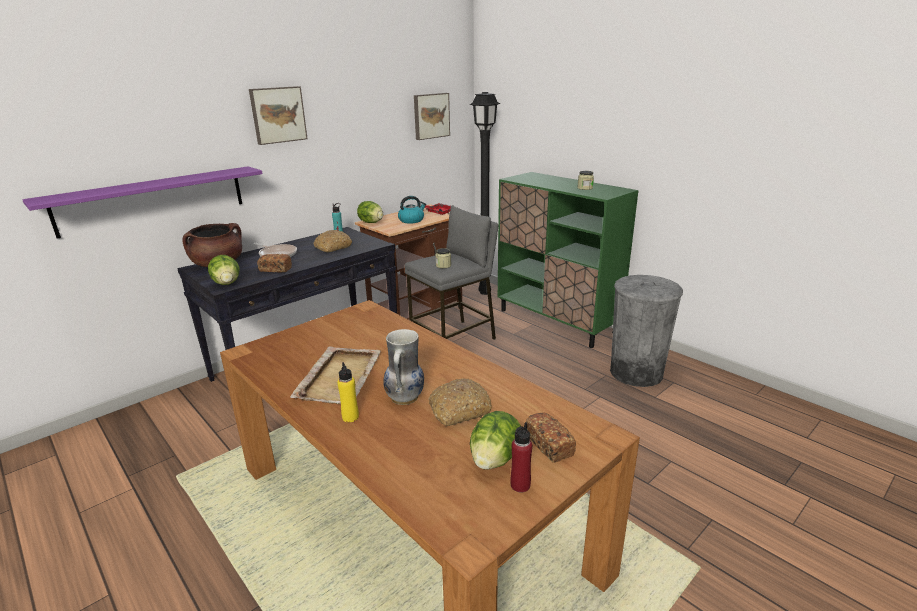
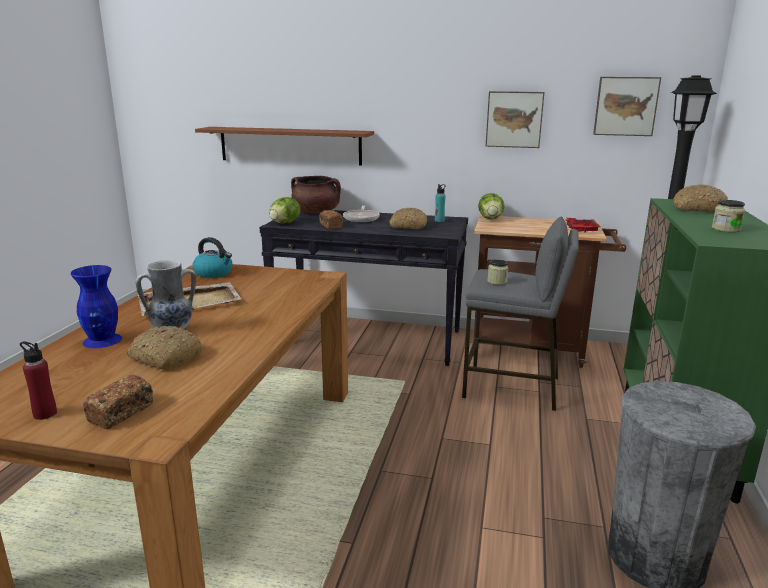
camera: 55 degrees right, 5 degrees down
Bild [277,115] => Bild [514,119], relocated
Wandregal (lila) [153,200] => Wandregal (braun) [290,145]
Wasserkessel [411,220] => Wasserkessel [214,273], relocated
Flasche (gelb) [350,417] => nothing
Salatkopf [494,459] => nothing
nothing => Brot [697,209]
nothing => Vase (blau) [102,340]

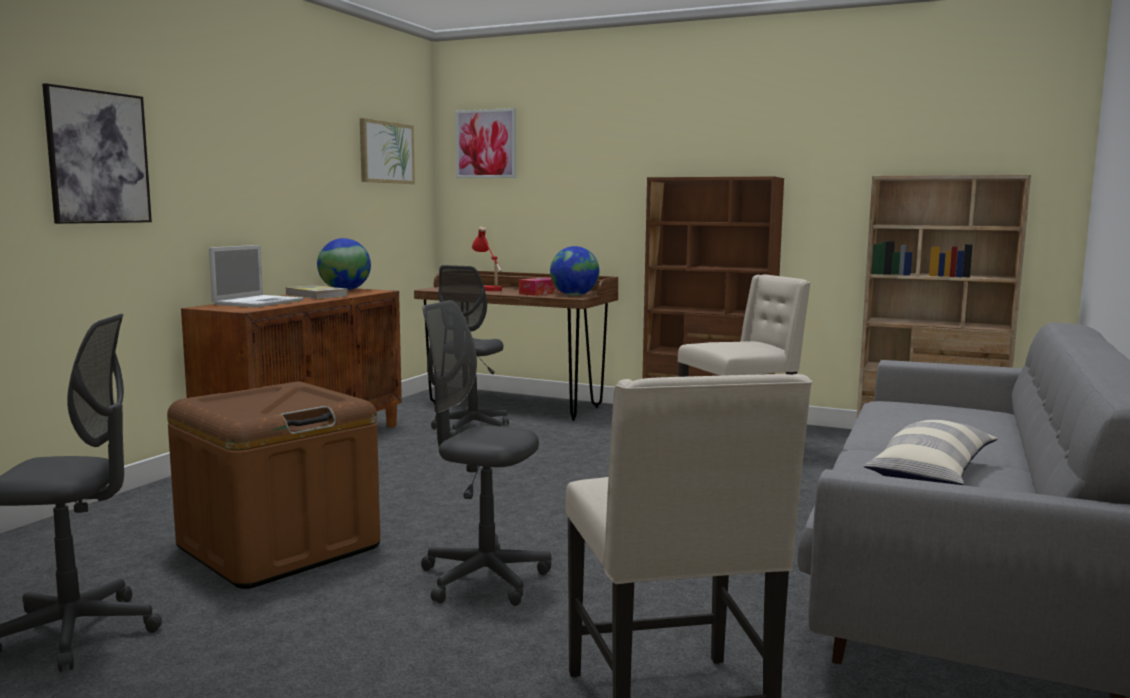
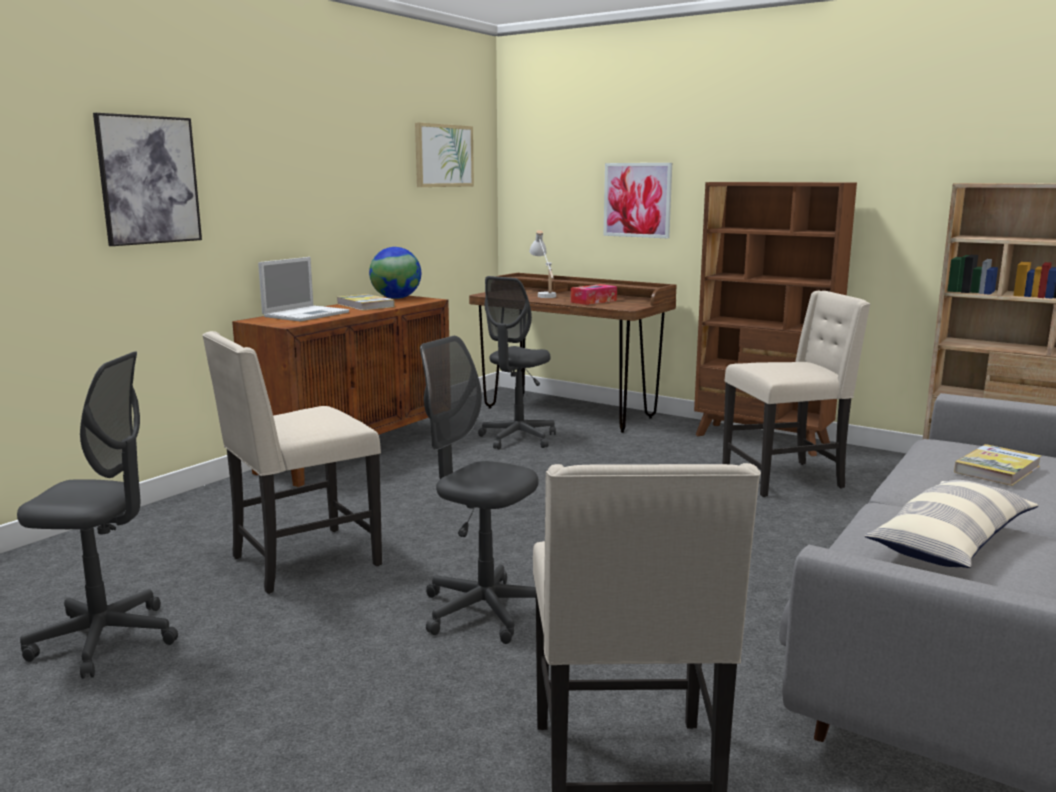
camera: 10 degrees right, 5 degrees up
Bild [486,144] => Bild [637,200], relocated
Tischlampe (rot) [489,289] => Tischlampe (weiß) [544,295]
Globus [574,295] => nothing
Aufbewahrungsbox (braun) [279,547] => Stuhl (beige) [302,561]
nothing => Buch [997,469]

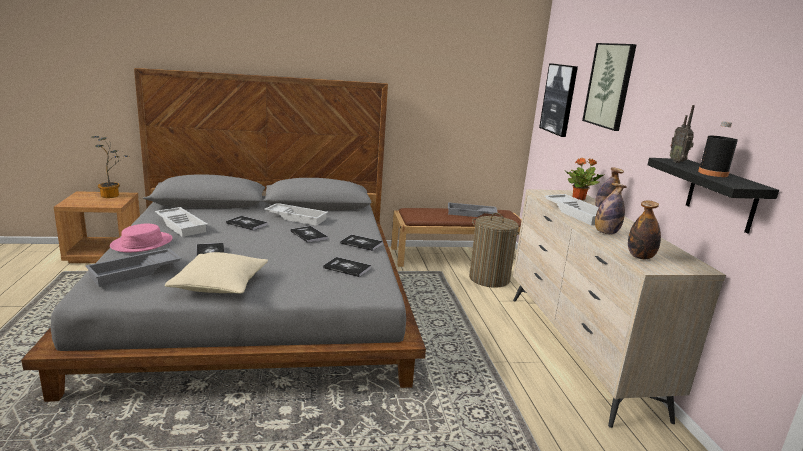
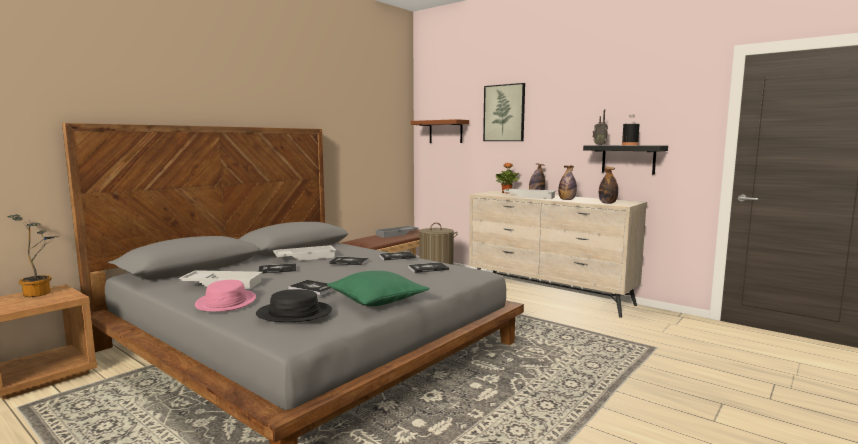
camera: 40 degrees left, 10 degrees down
Bild [559,99] => Wandregal (braun) [445,131]
Tablett (grau) [135,272] => Hut (schwarz) [294,313]
Kissen (beige) [220,285] => Kissen (grün) [377,300]

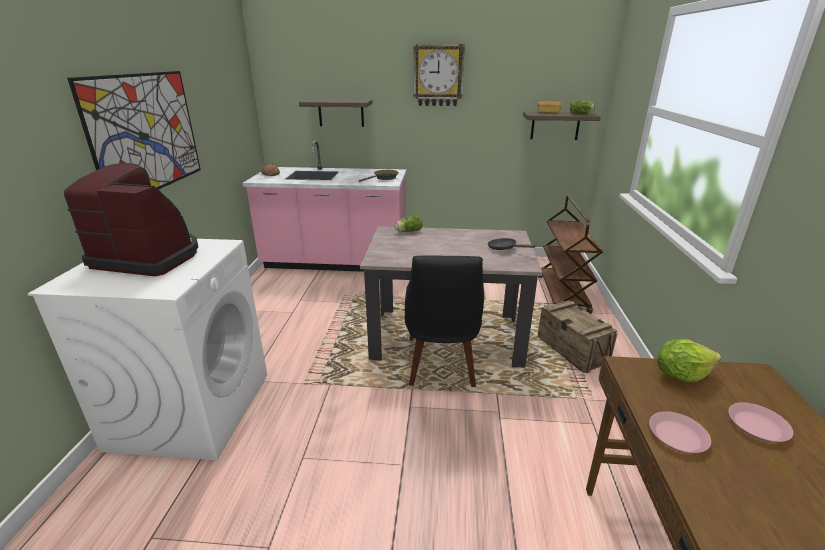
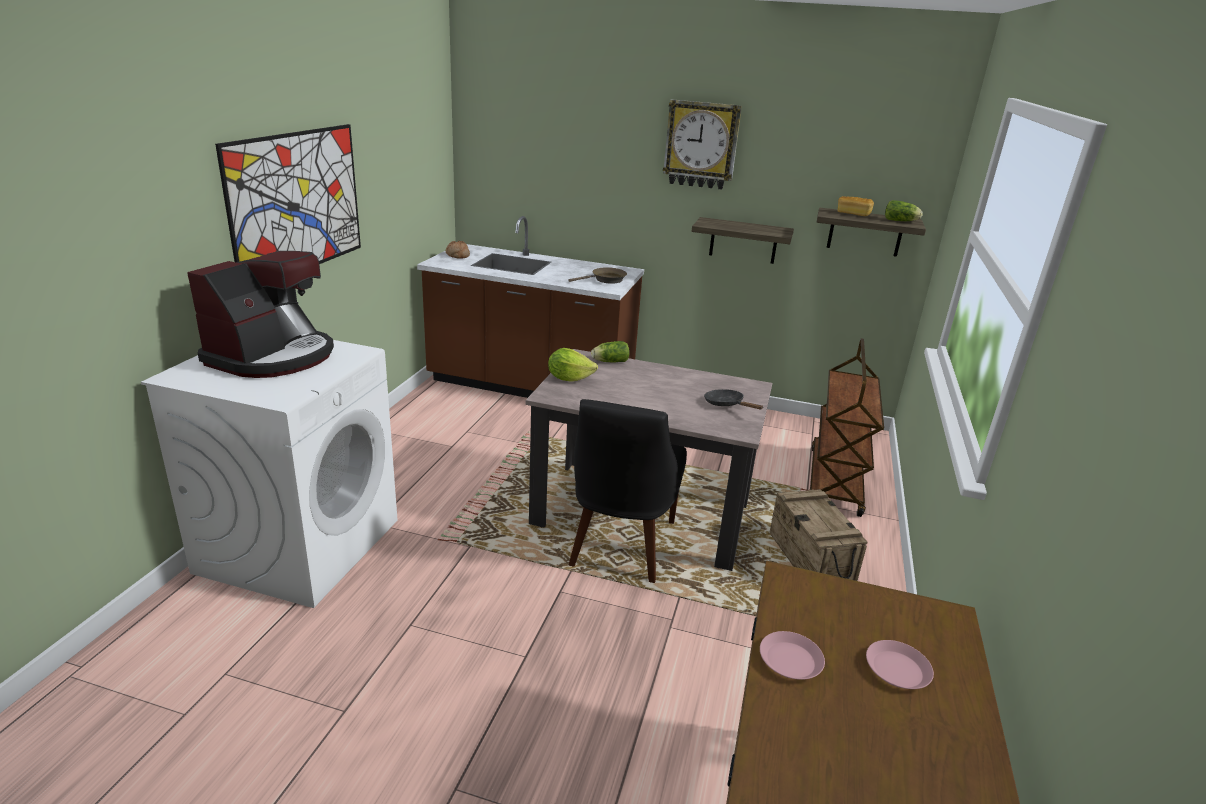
camera: 10 degrees right, 0 degrees up
Wandregal [341,113] => Wandregal [743,241], relocated
Küchenzeile (rosa) [336,262] => Küchenzeile (braun) [530,386]
Kaffeemaschine [149,257] => Kaffeemaschine [273,357], 90 degrees clockwise
Salatkopf [680,375] => Salatkopf [569,378], relocated

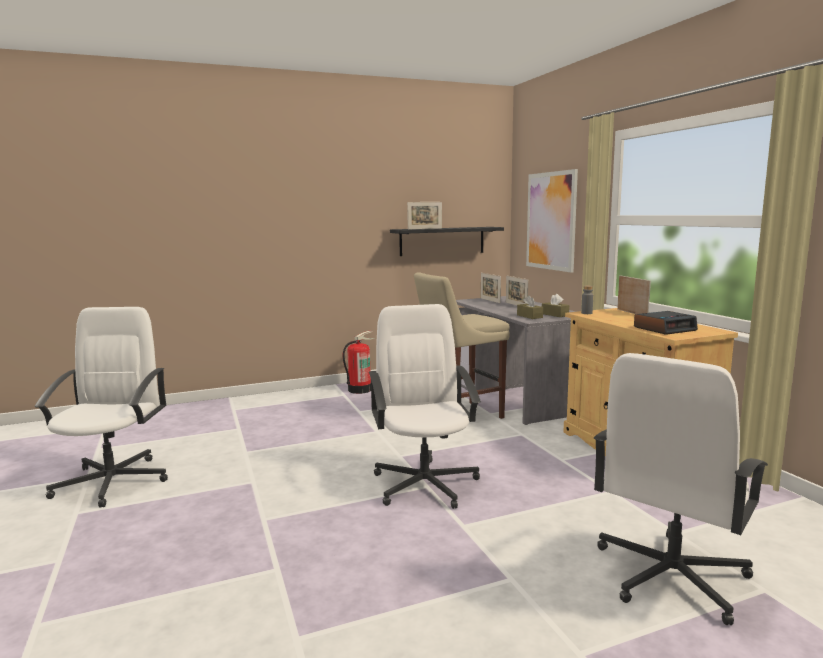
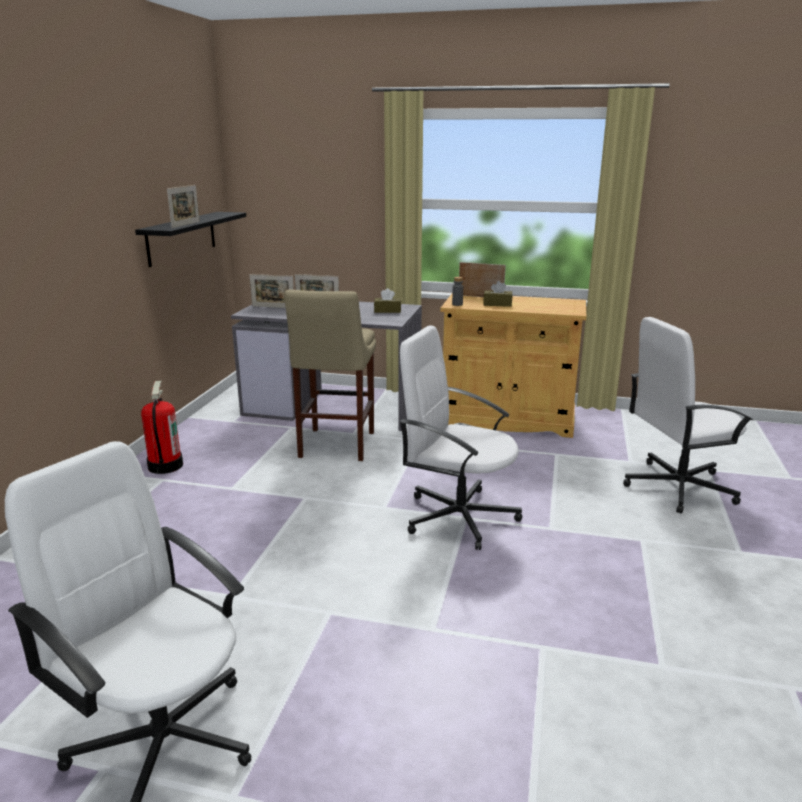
camera: 55 degrees left, 10 degrees up
Bild [551,221] => nothing
Taschentuchbox (braun) [529,316] => Taschentuchbox (braun) [497,304], relocated
Wecker [664,328] => nothing
Bürostuhl (weiß) [669,576] => Bürostuhl (weiß) [677,487], 90 degrees clockwise

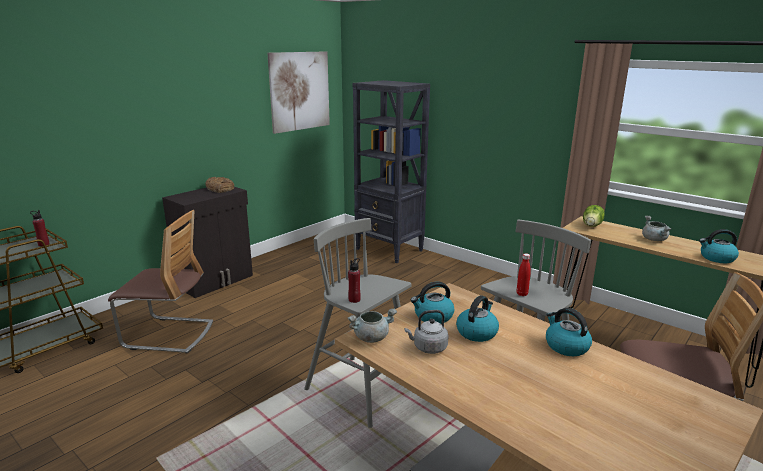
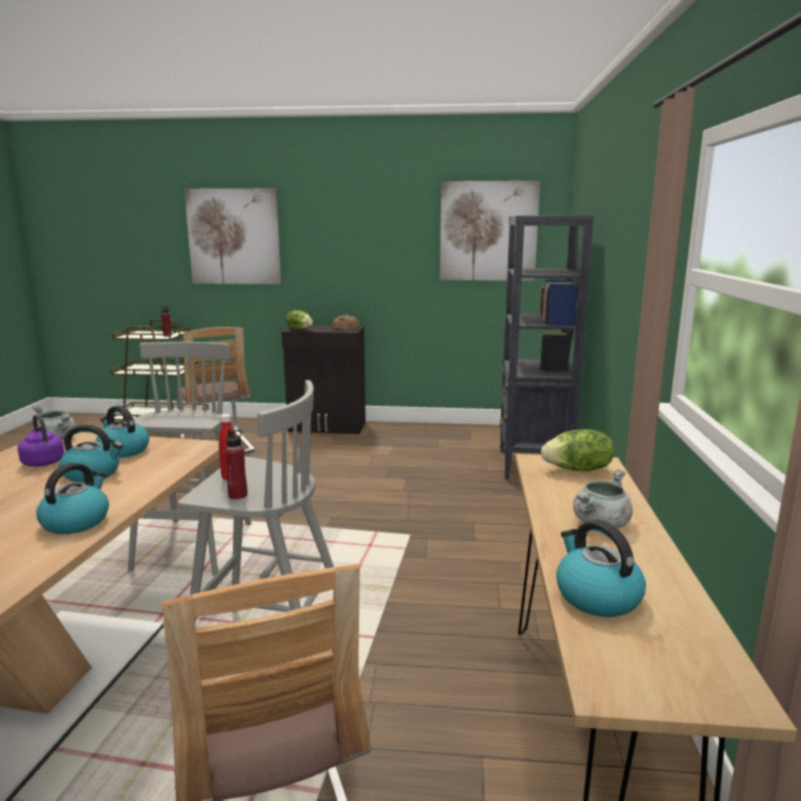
camera: 55 degrees right, 5 degrees down
Flasche (rot) [354,300] => Flasche (rot) [238,495], relocated
Wasserkessel (grau) [428,348] => Wasserkessel (lila) [42,462]
nothing => Bild [234,237]
nothing => Salatkopf [299,329]

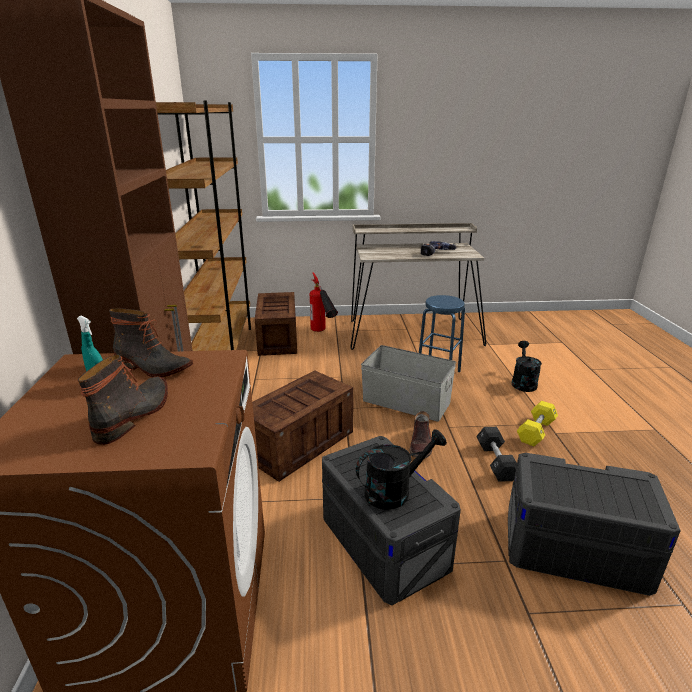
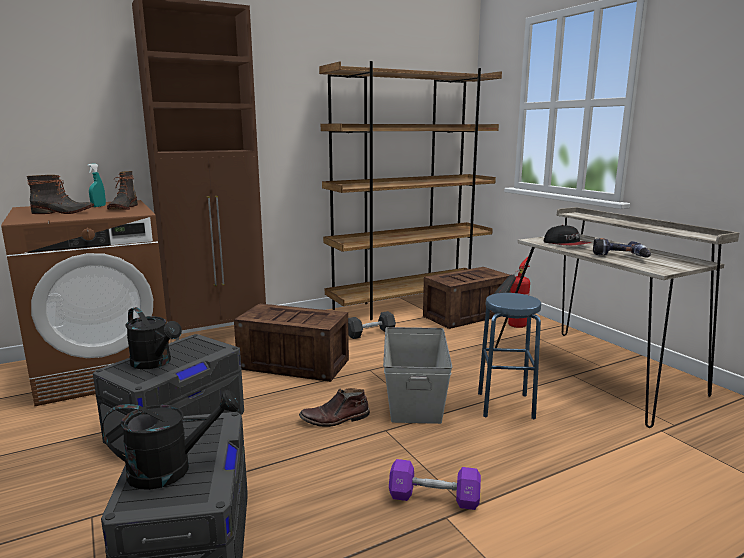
camera: 65 degrees right, 10 degrees down
Gießkanne (schwarz) [523,382] => Gießkanne (schwarz) [171,469], relocated
Hantel (gelb) [536,431] => Hantel (lila) [434,498]
Hantel (schwarz) [496,462] => Hantel (schwarz) [370,333], relocated
nothing => Kappe [566,244]

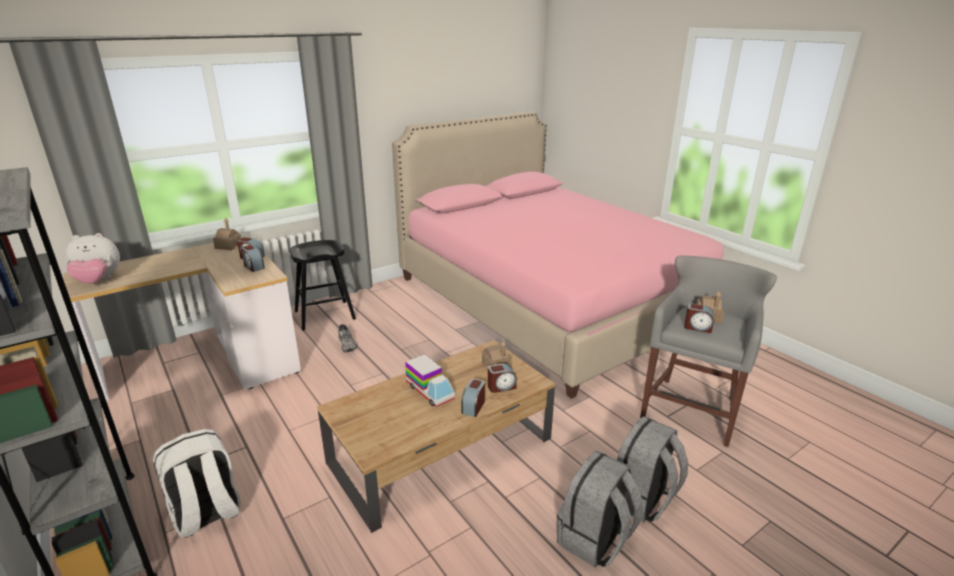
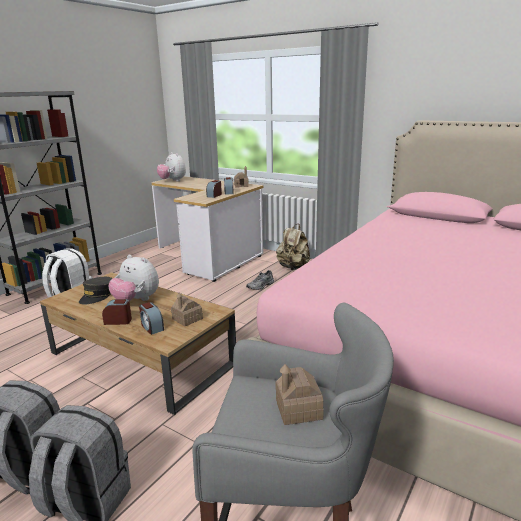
camera: 70 degrees right, 5 degrees down
Hocker (schwarz) [324,315] => Rucksack (beige) [293,267]
Wecker [697,327] => nothing
Spielzeuglaster [430,391] => Plüschtier [136,301]
nothing => Kappe (grau) [97,296]

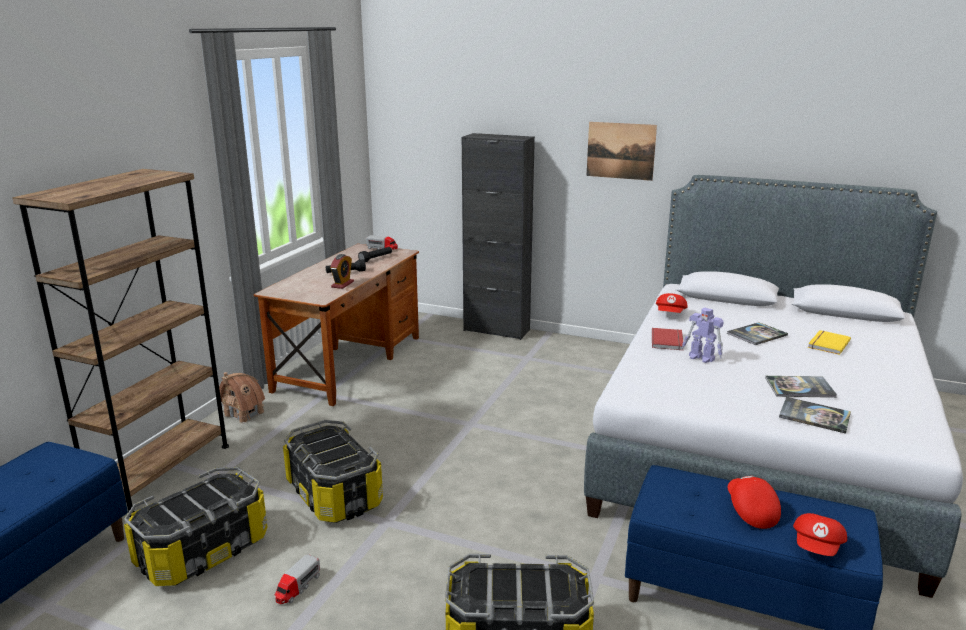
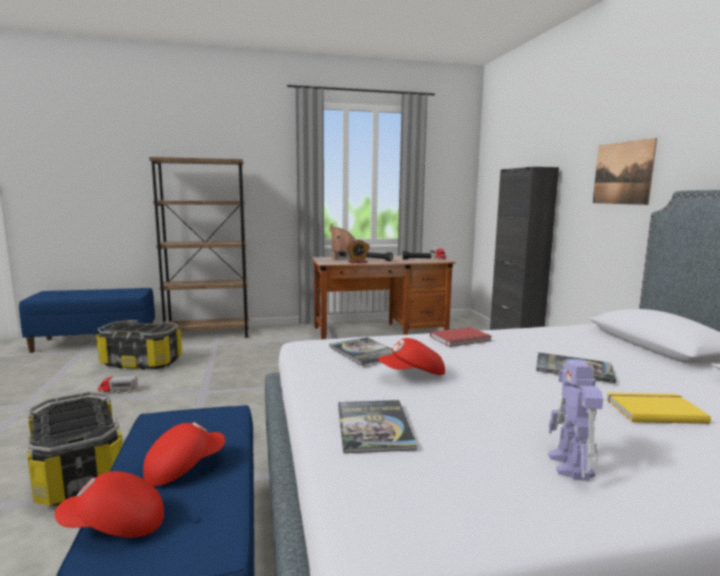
camera: 55 degrees right, 10 degrees down
Kappe (rot) [671,314] => Kappe (rot) [412,374], relocated
Spielzeugroboter [702,358] => Spielzeugroboter [571,466], relocated
Spielzeughaus [244,414] => Spielzeughaus [342,259], relocated
Buch [799,388] => Buch [364,352], relocated
Aufbewahrungsbox [335,494] => nothing

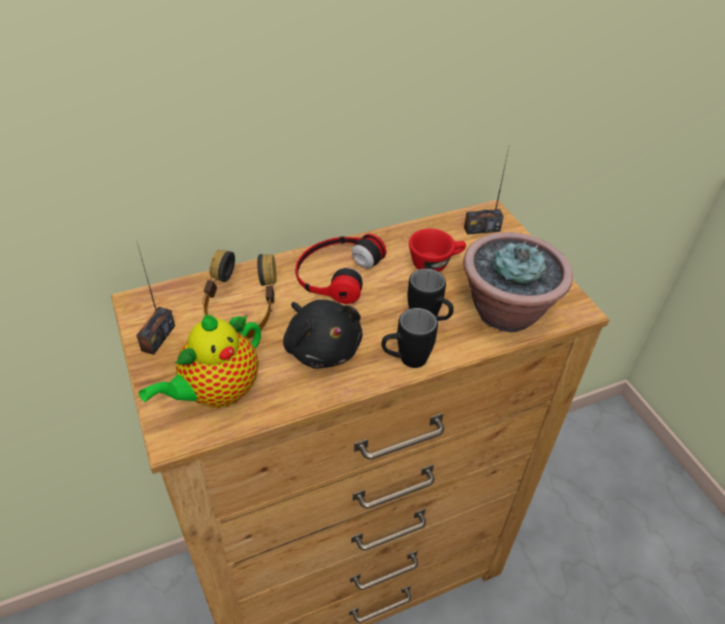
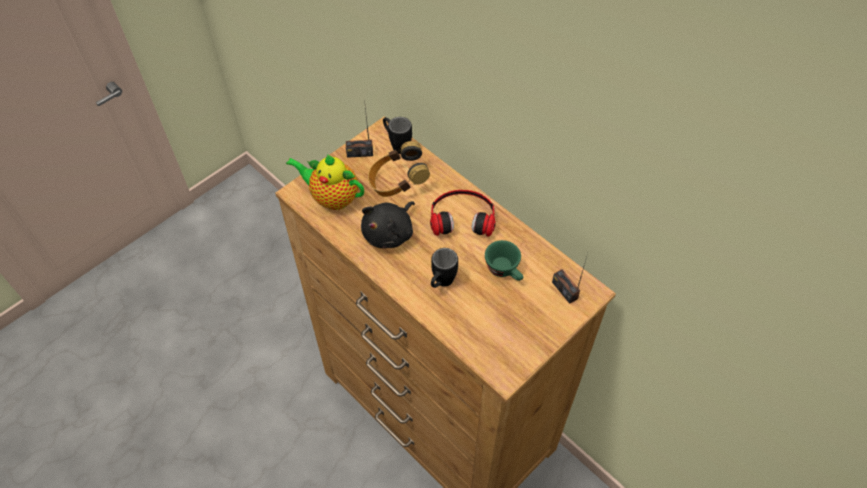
camera: 70 degrees right, 10 degrees up
Tasse (rot) [435,263] => Tasse (grün) [505,270]
Topfpflanze [506,312] => nothing
Henkelbecher (schwarz) [405,361] => Henkelbecher (schwarz) [397,145], relocated

